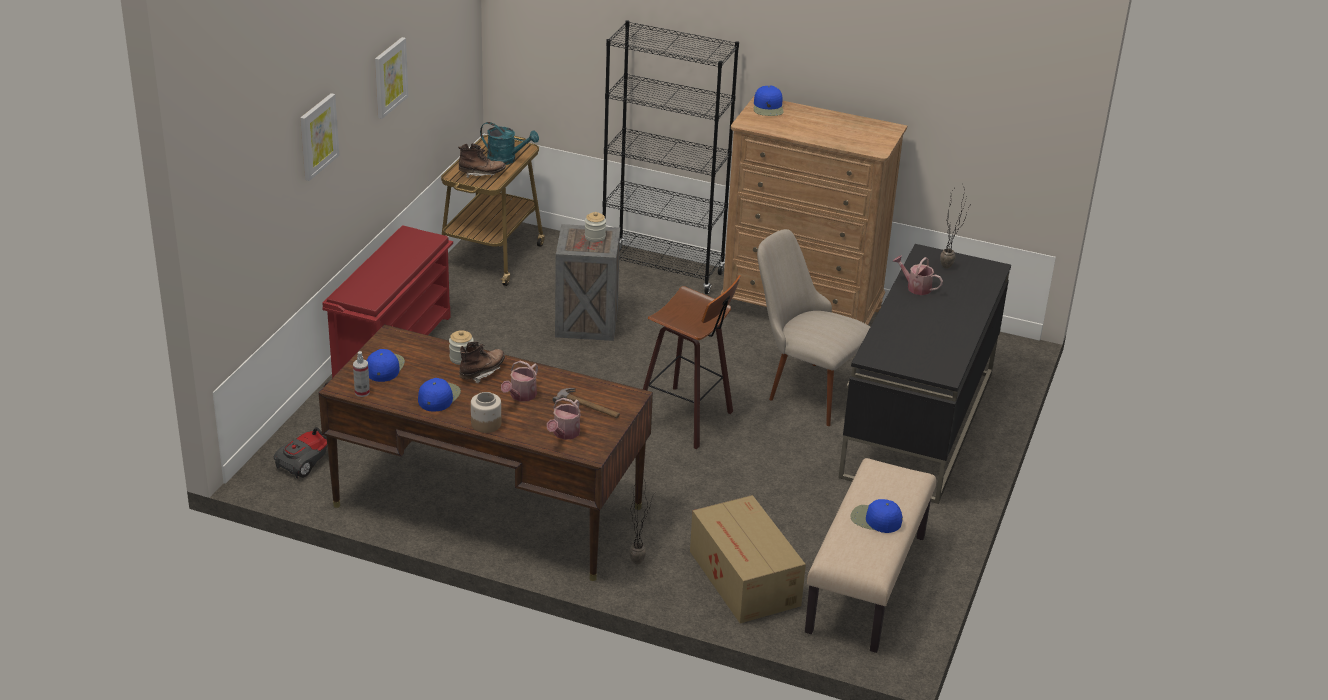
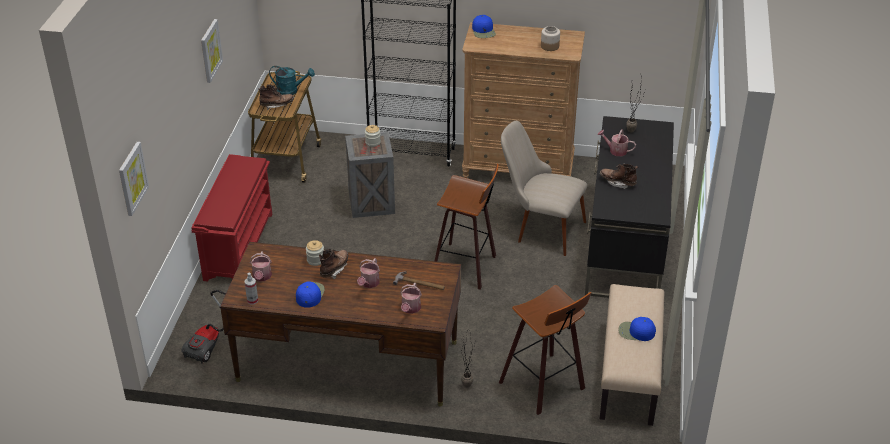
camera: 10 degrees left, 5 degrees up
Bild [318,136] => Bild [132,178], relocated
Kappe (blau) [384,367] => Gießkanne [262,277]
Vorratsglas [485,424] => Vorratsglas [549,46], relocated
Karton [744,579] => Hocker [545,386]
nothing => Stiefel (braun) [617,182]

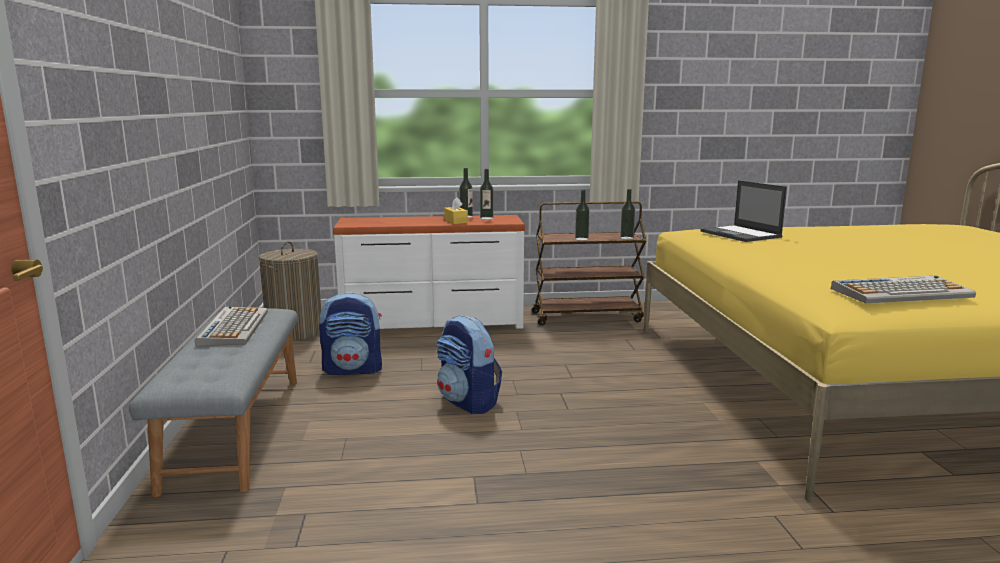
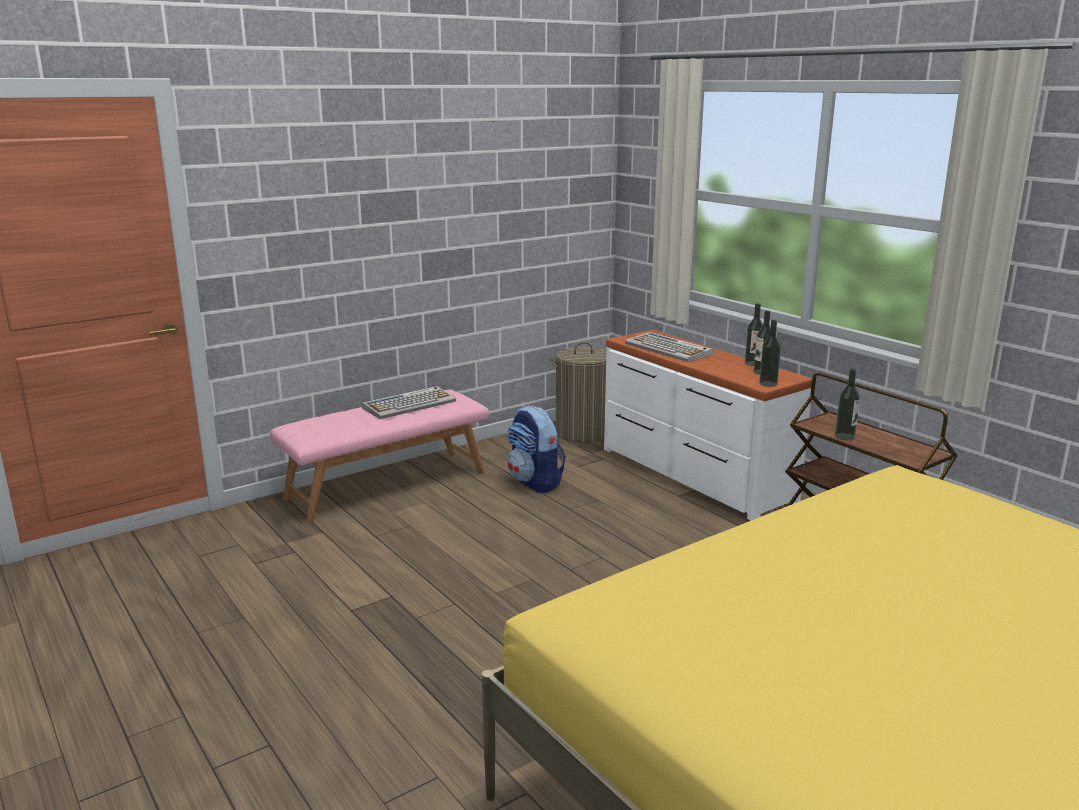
camera: 60 degrees right, 5 degrees up
Laptop [741,234] => nothing
Flasche [627,238] => Flasche [768,384], relocated
Taschentuchbox (gelb) [456,221] => nothing
Tastatur [901,292] => Tastatur [669,349], relocated
Bank (grau) [234,430] => Bank (rosa) [386,484]
Rucksack [468,402] => nothing

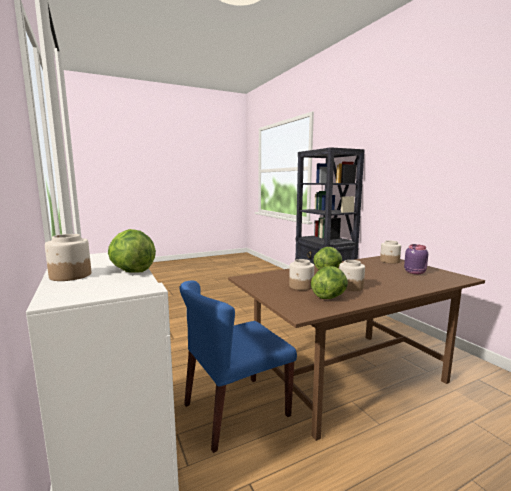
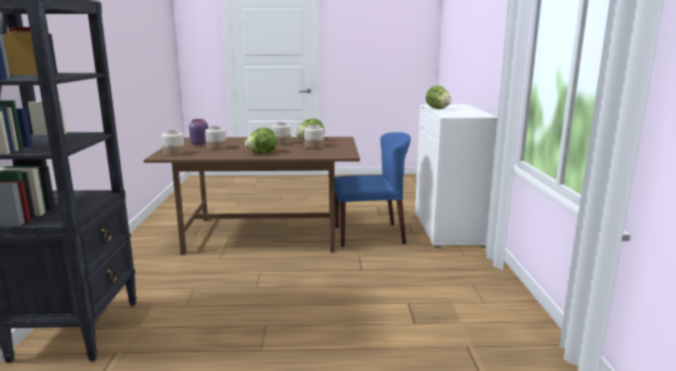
camera: 155 degrees left, 5 degrees up
Vorratsglas [70,275] => Vorratsglas [216,148], relocated

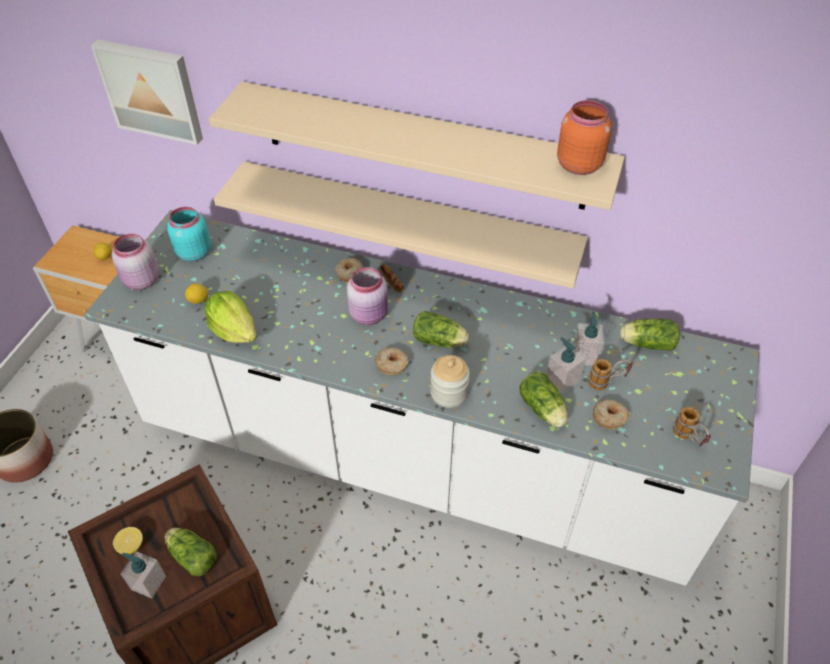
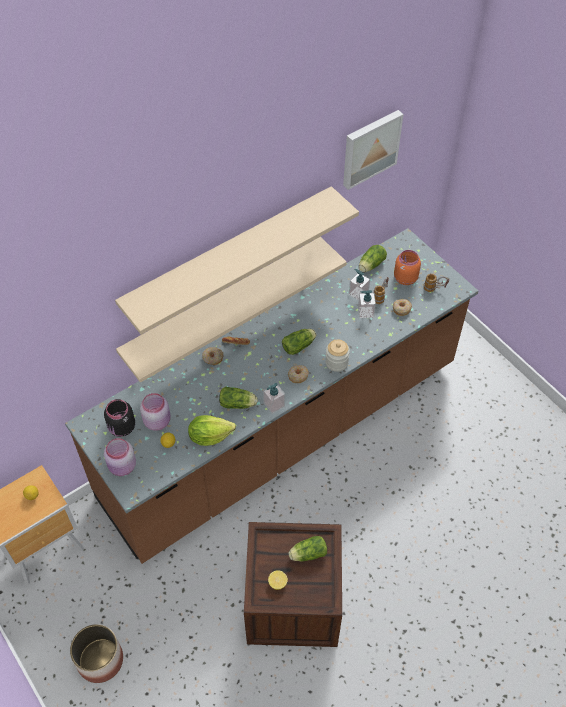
camera: 55 degrees left, 5 degrees up
Bild [151,90] => Bild [370,148], relocated
Vorratsglas (orange) [578,164] => Vorratsglas (orange) [404,278], relocated
Vorratsglas (türkis) [193,253] => Vorratsglas (schwarz) [121,428]
Küchenzeile (weiß) [415,457] => Küchenzeile (braun) [283,432]
Vorratsglas (rosa) [370,314] => Vorratsglas (rosa) [157,421], relocated
Salatkopf [543,410] => Salatkopf [238,404], relocated
Seifenspender [148,582] => Seifenspender [274,405], relocated

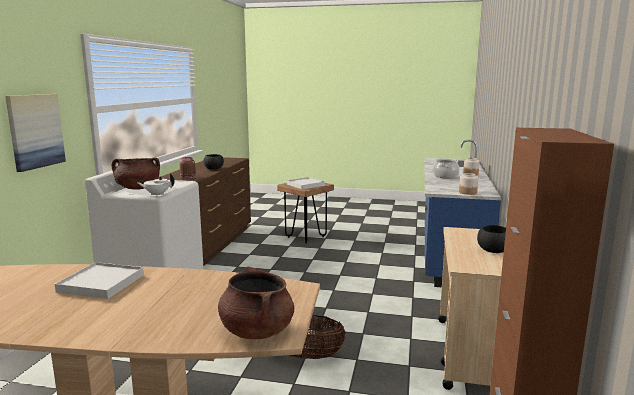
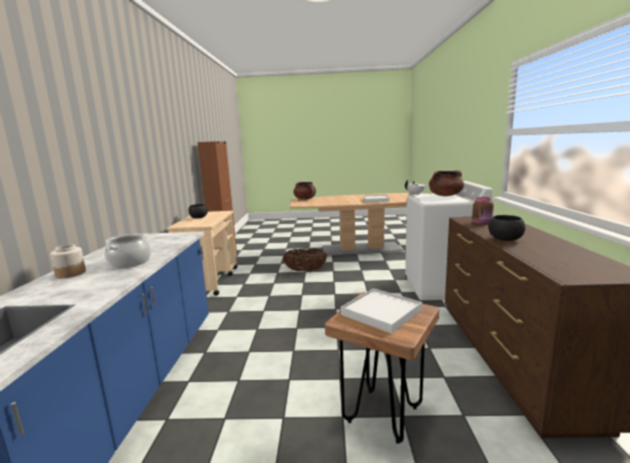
camera: 170 degrees right, 0 degrees up
Bild [35,131] => nothing
Vorratsglas [468,192] => nothing

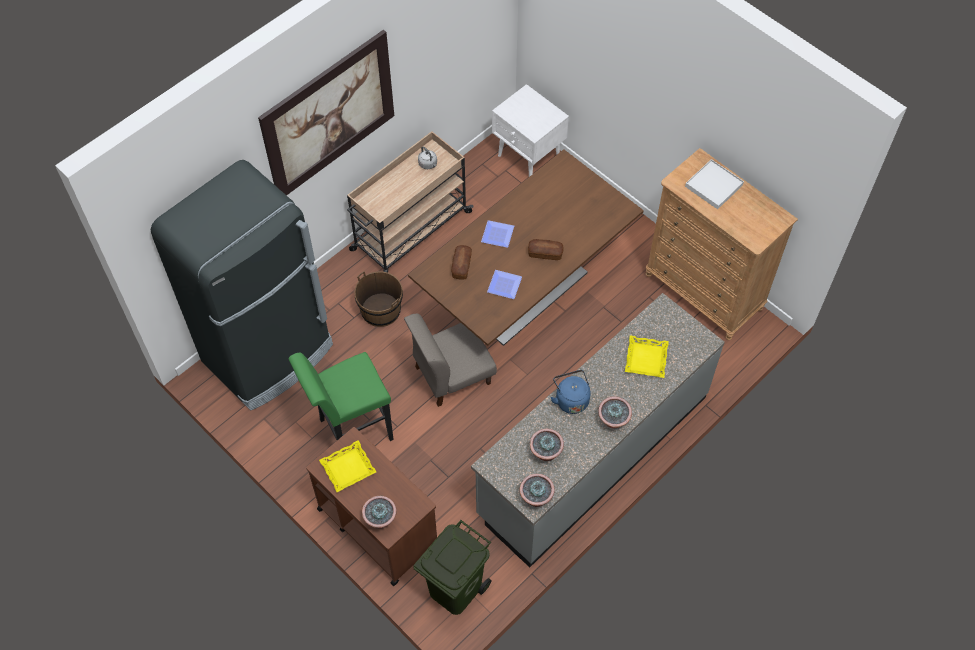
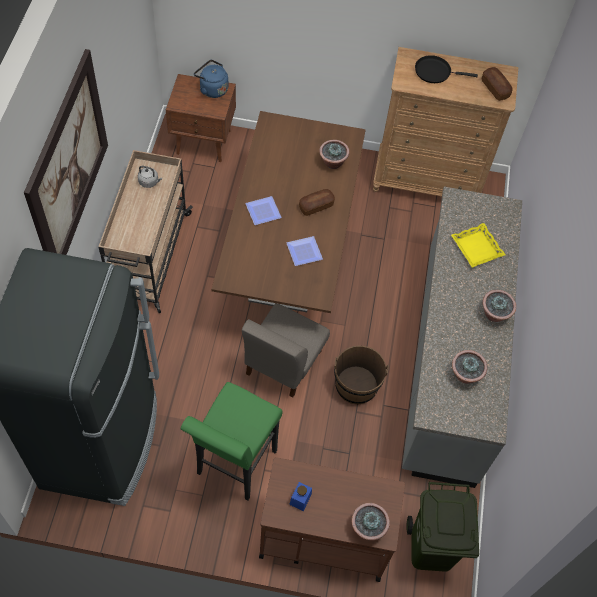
camera: 40 degrees left, 0 degrees up
Nachttisch (weiß) [529,157] => Nachttisch (braun) [204,142]
Tablett (weiß) [713,185] => Pfanne (schwarz) [435,72]
Brot [461,266] => Brot [495,88], relocated
Eimer (braun) [381,310] => Eimer (braun) [356,385], relocated
Wasserkessel (blau) [571,399] => Wasserkessel (blau) [212,89], relocated
Tablett (gelb) [348,468] => Vorratsglas (blau) [300,499]
Topfpflanze [536,497] => Topfpflanze [332,163], relocated

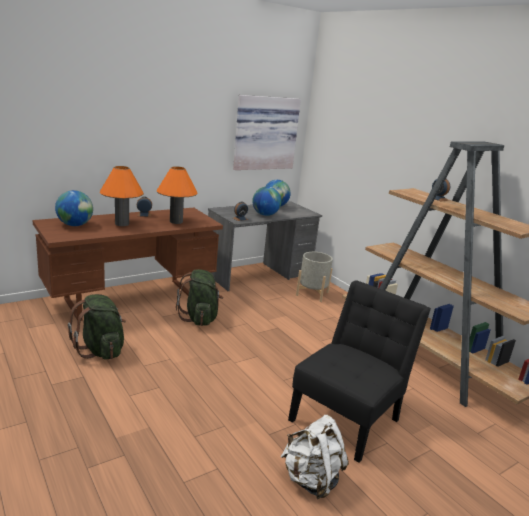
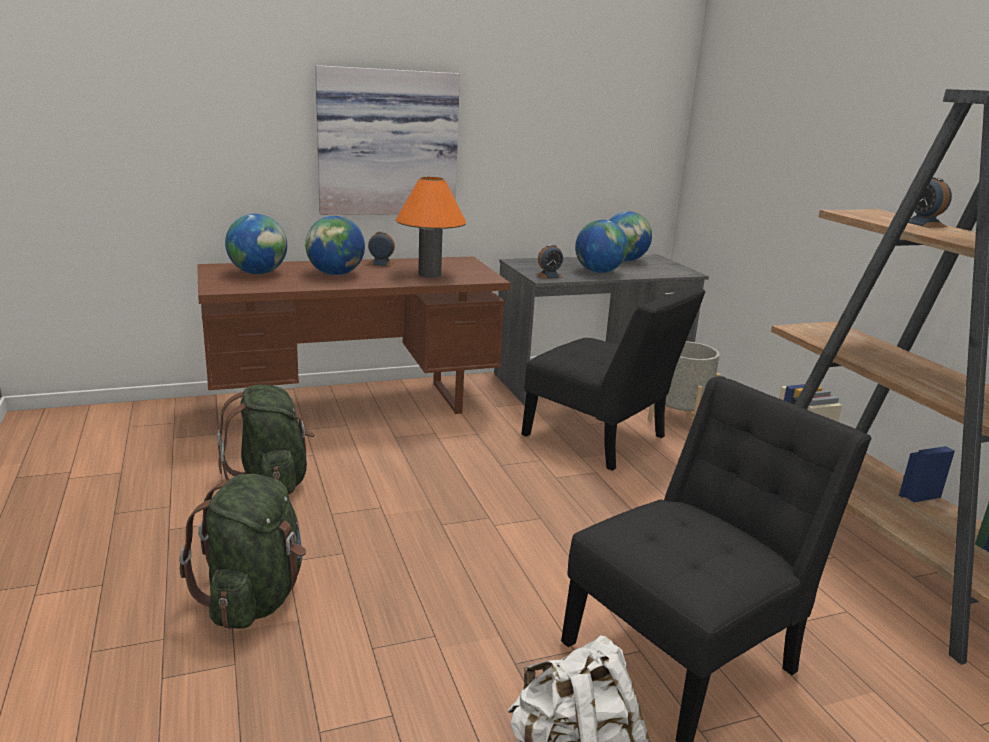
camera: 15 degrees right, 0 degrees up
Bild [264,133] => Bild [387,143], relocated
Tischlampe (orange) [122,224] => Globus [335,274]
Rucksack (grün) [200,318] => Rucksack (grün) [254,598], relocated
nothing => Stuhl (schwarz) [600,439]

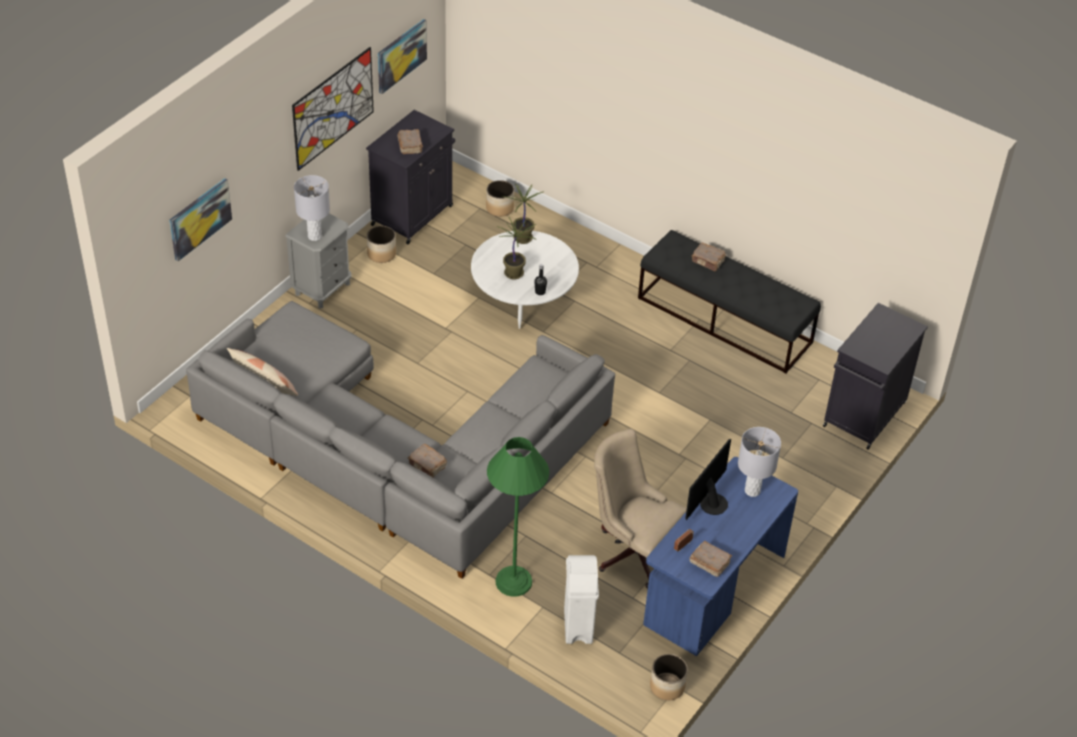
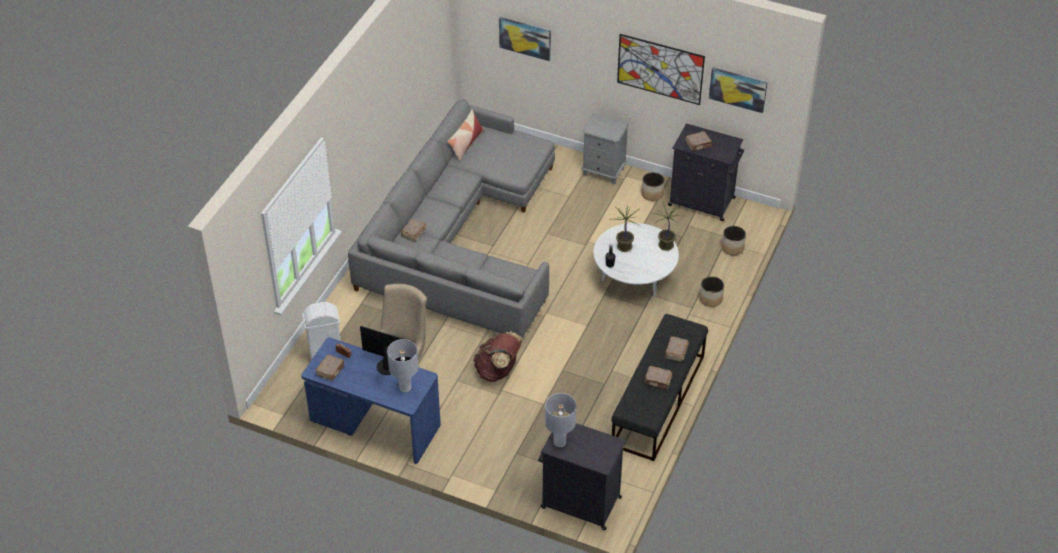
camera: 80 degrees right, 0 degrees up
Tischlampe (grau) [315,236] => Tischlampe (grau) [559,442], relocated
Stehlampe (grün) [513,581] => nothing
Pflanzkübel [667,687] => Pflanzkübel [710,299], relocated
nothing => Rucksack (braun) [498,371]
nothing => Buch (braun) [658,381]

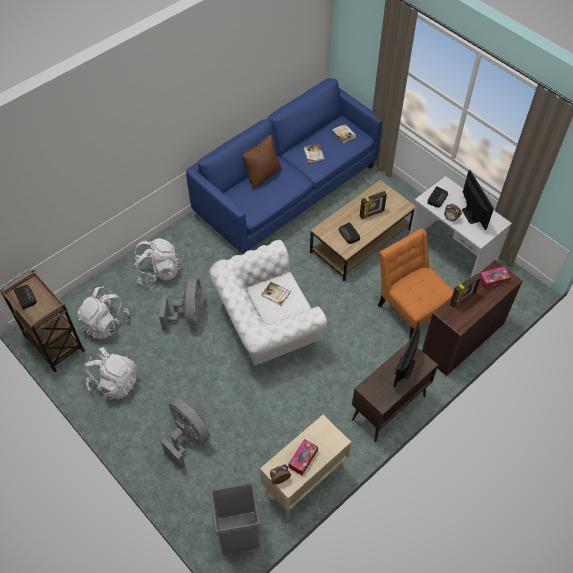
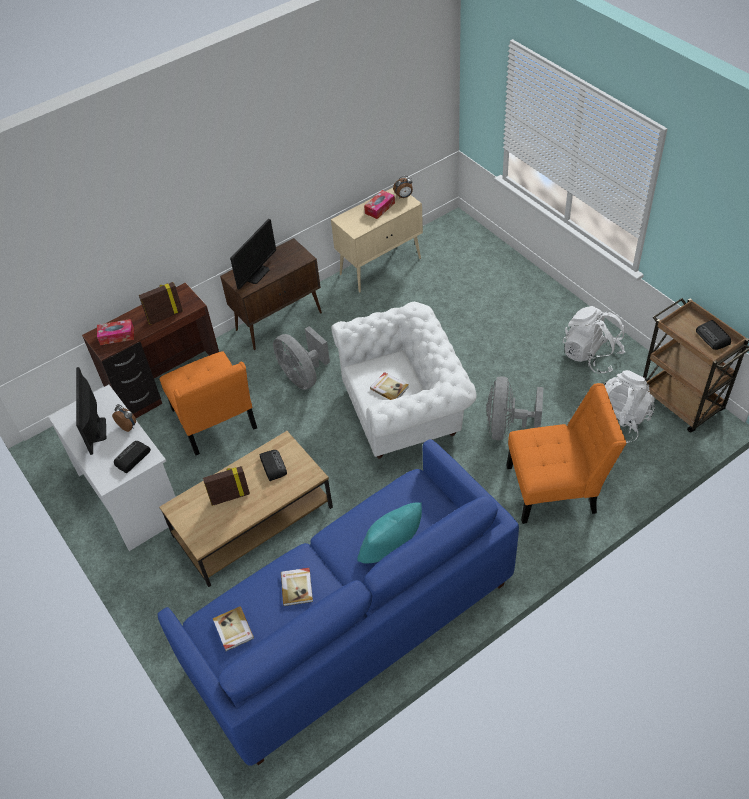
camera: 170 degrees left, 5 degrees down
Kissen (braun) [262,175] => Kissen (türkis) [392,550]
Rucksack (weiß) [158,272] => Stuhl (orange) [557,488]
Ventilator (grau) [188,437] => Ventilator (grau) [303,376], relocated
Mülleimer (grau) [238,532] => nothing

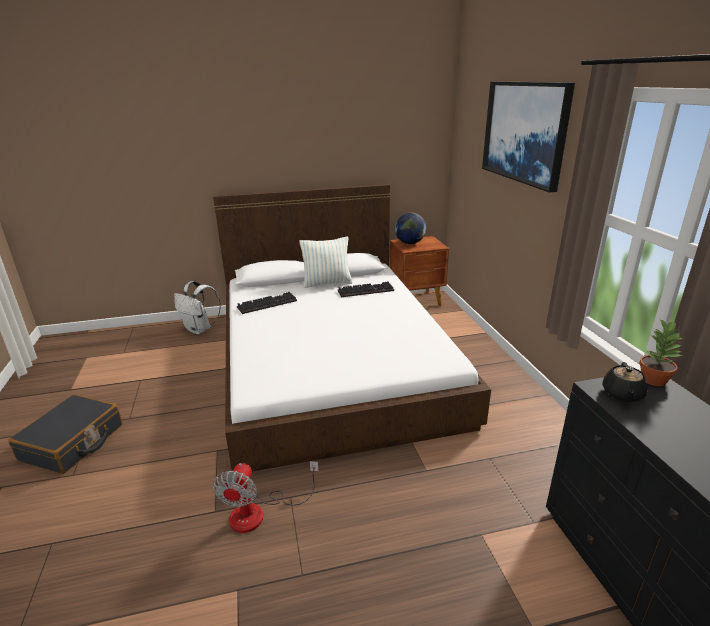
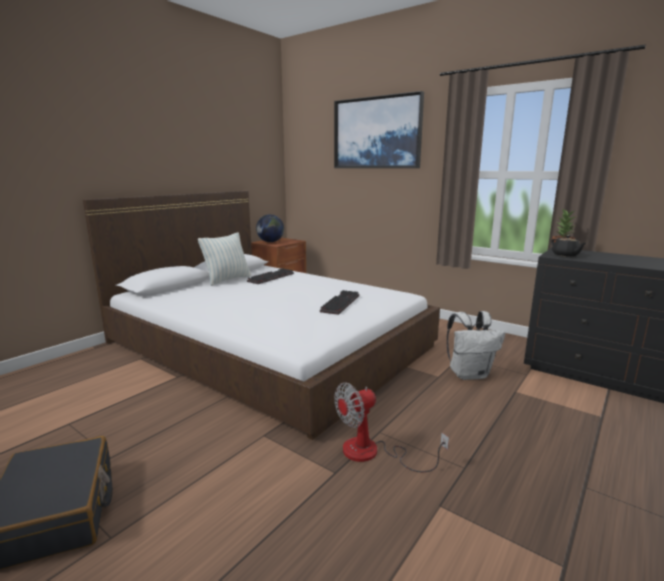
camera: 40 degrees left, 10 degrees down
Rucksack (weiß) [200,329] => Rucksack (weiß) [469,374], relocated
Tastatur [267,303] => Tastatur [339,303], relocated
Ventilator [259,513] => Ventilator [373,453], 90 degrees clockwise

